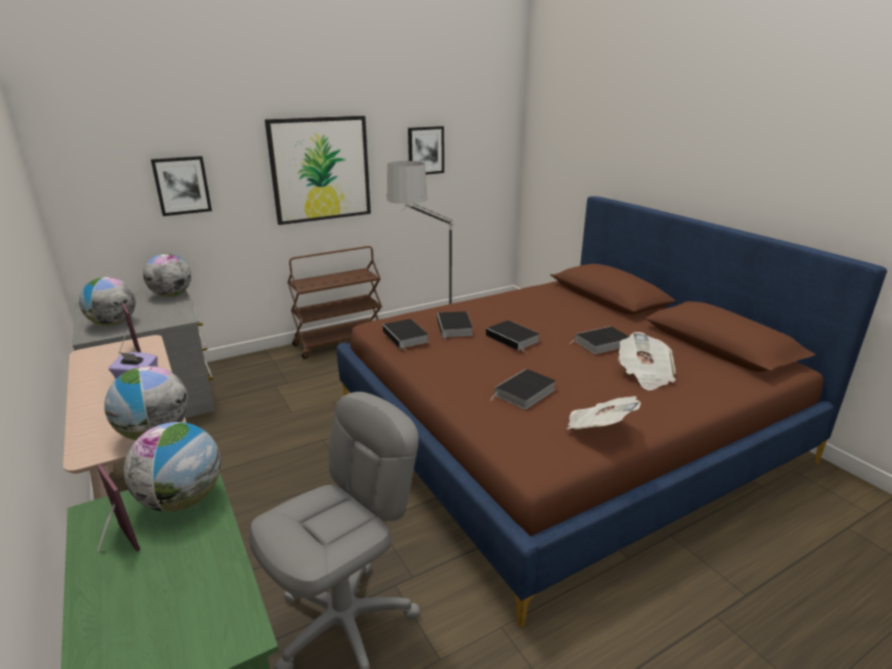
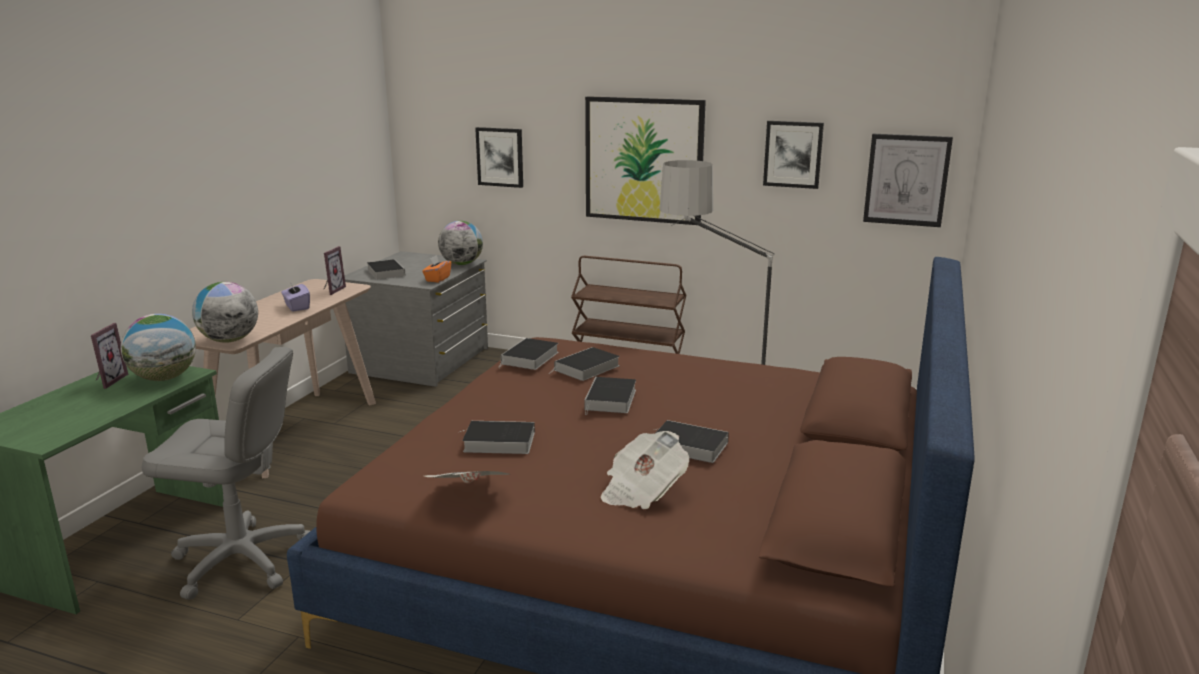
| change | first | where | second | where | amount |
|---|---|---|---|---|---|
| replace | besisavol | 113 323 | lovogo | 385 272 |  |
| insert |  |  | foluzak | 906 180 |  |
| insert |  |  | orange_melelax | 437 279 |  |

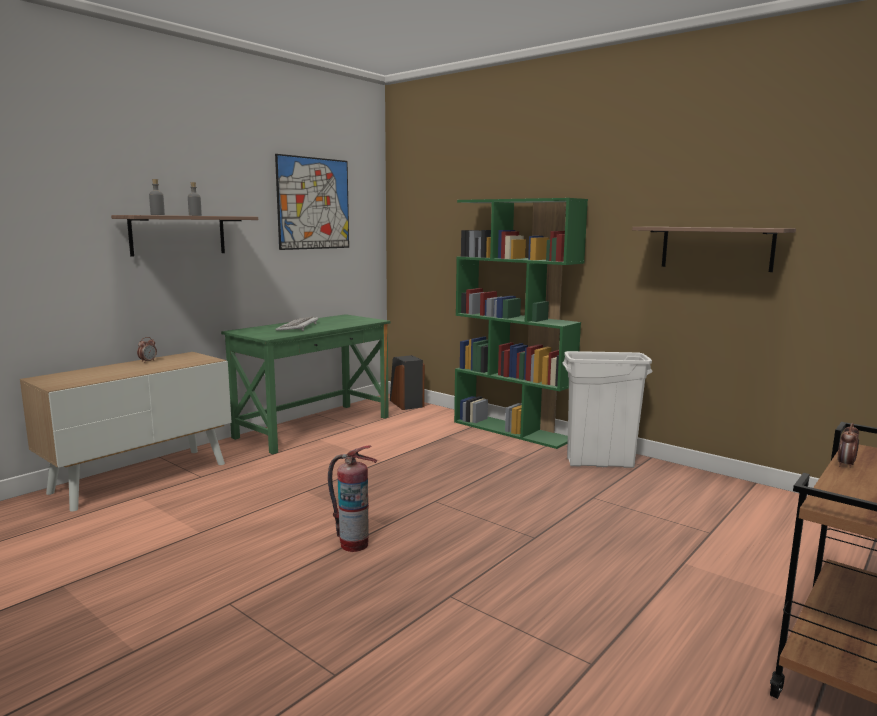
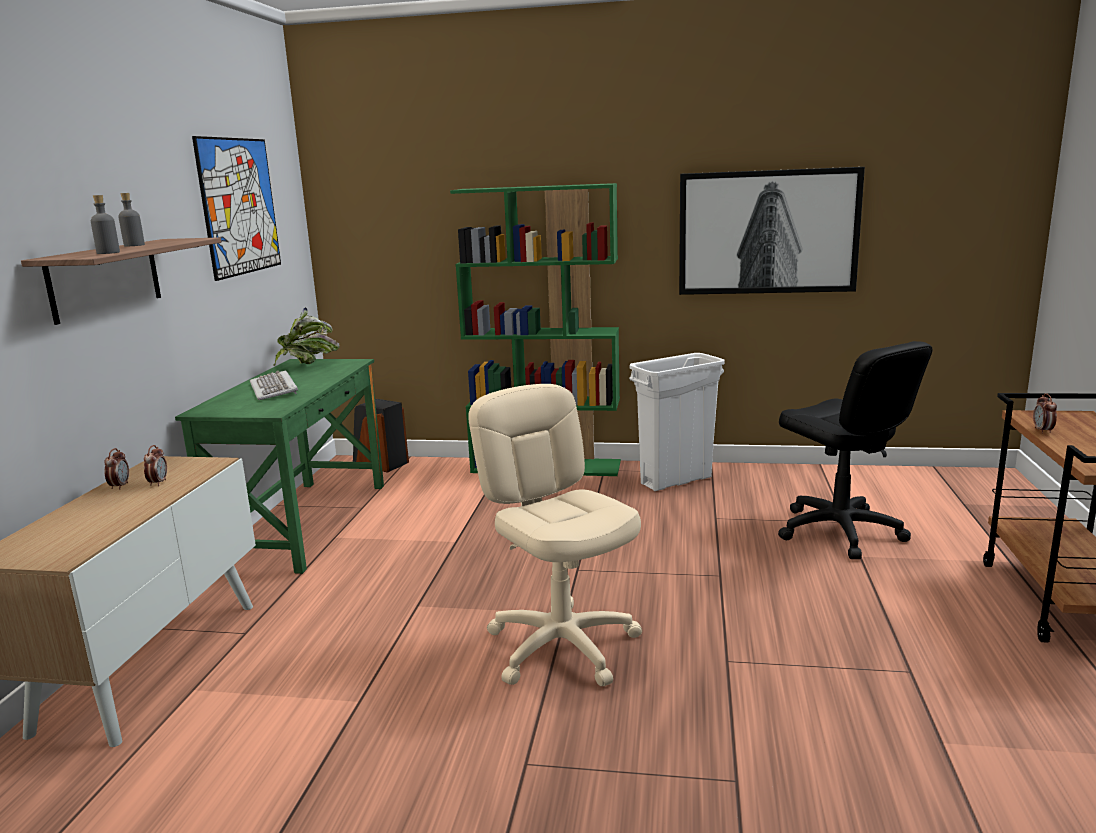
| change | first | where | second | where | amount |
|---|---|---|---|---|---|
| replace | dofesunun | 716 248 | foluzak | 768 232 |  |
| replace | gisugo | 354 544 | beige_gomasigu | 562 646 |  |
| insert |  |  | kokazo | 307 366 |  |
| insert |  |  | black_gomasigu | 839 531 |  |
| insert |  |  | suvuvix | 158 483 |  |

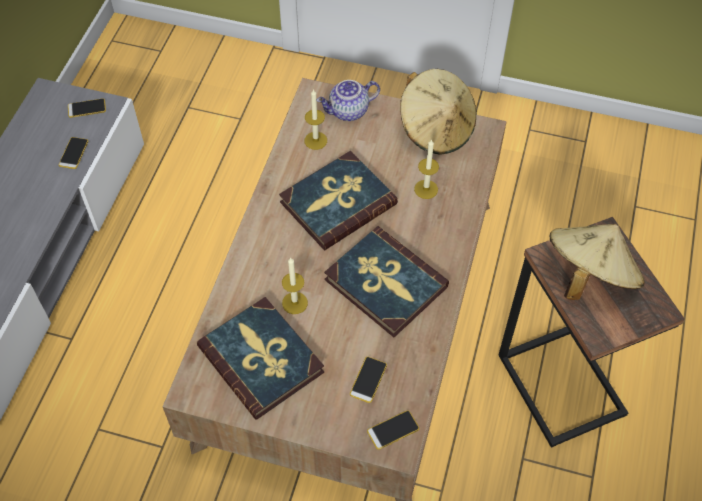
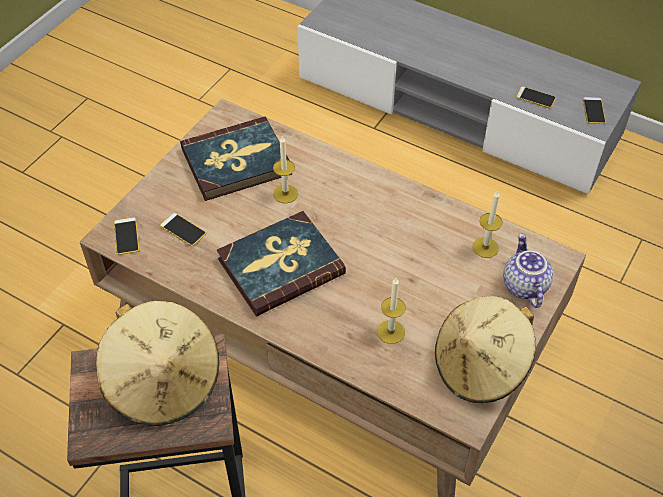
| change | first | where | second | where | amount |
|---|---|---|---|---|---|
| delete | lovogo | 337 203 |  |  |  |

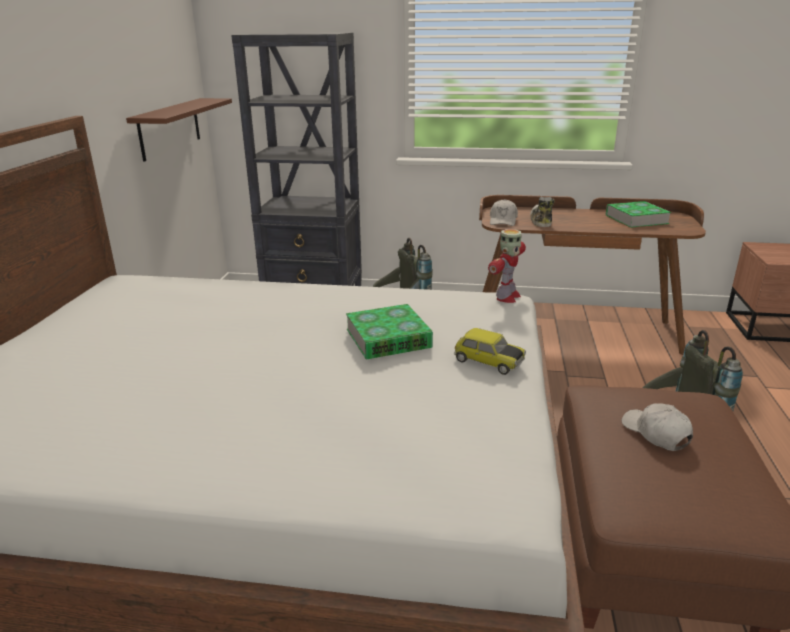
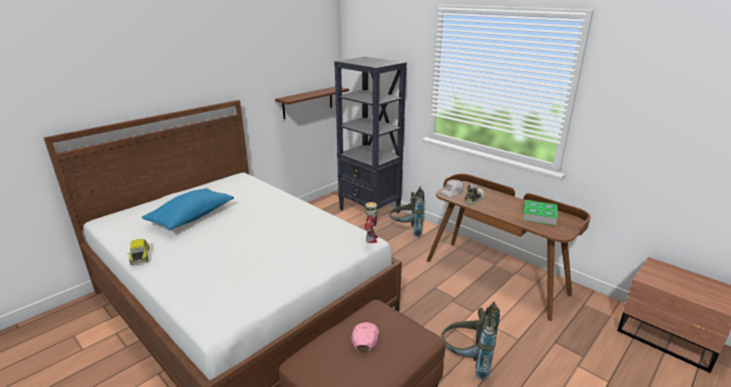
| change | first | where | second | where | amount |
|---|---|---|---|---|---|
| rotate | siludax | 507 297 |  | 371 239 | 60 degrees counterclockwise |
| delete | lovogo | 388 338 |  |  |  |
| move | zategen | 487 362 |  | 139 256 |  |
| recolor | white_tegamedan | 655 433 | pink_tegamedan | 365 339 |  |
| insert |  |  | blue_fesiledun | 191 217 |  |

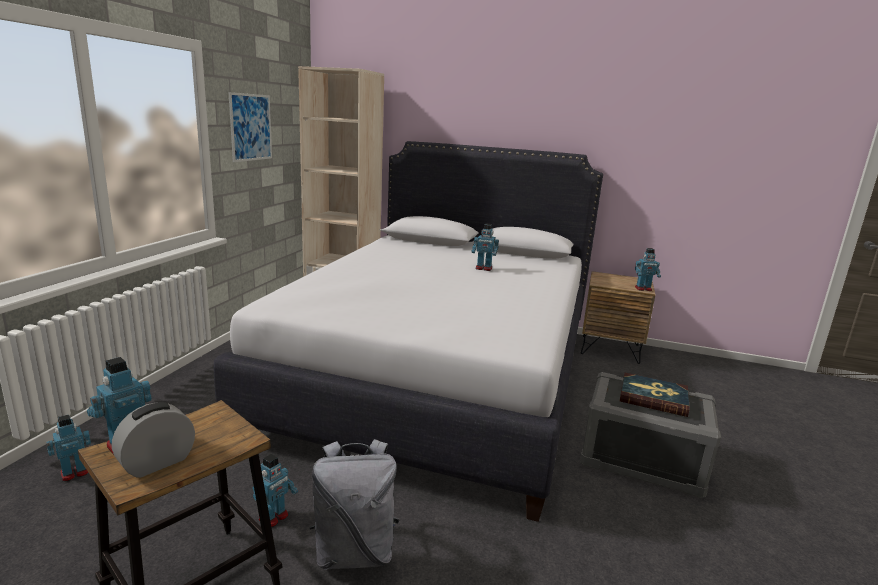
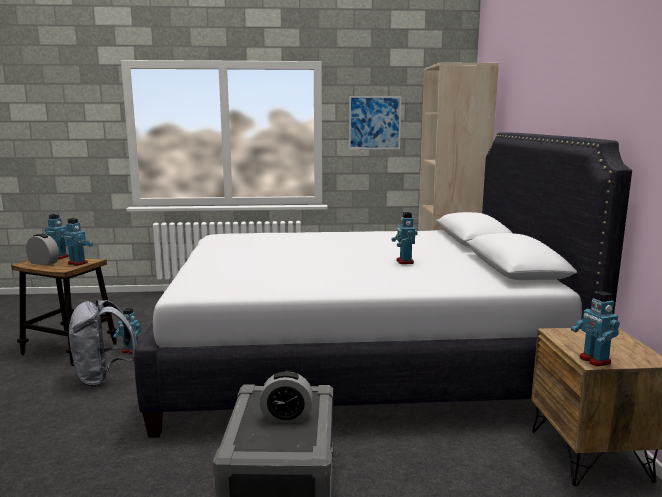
| change | first | where | second | where | amount |
|---|---|---|---|---|---|
| replace | lovogo | 653 397 | suvuvix | 286 417 |  |
| move | siludax | 74 473 |  | 78 263 |  |

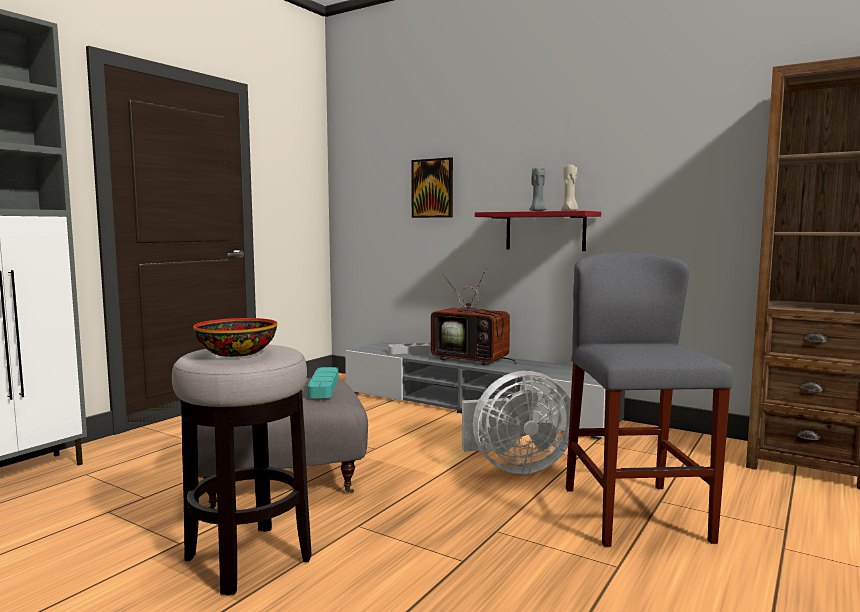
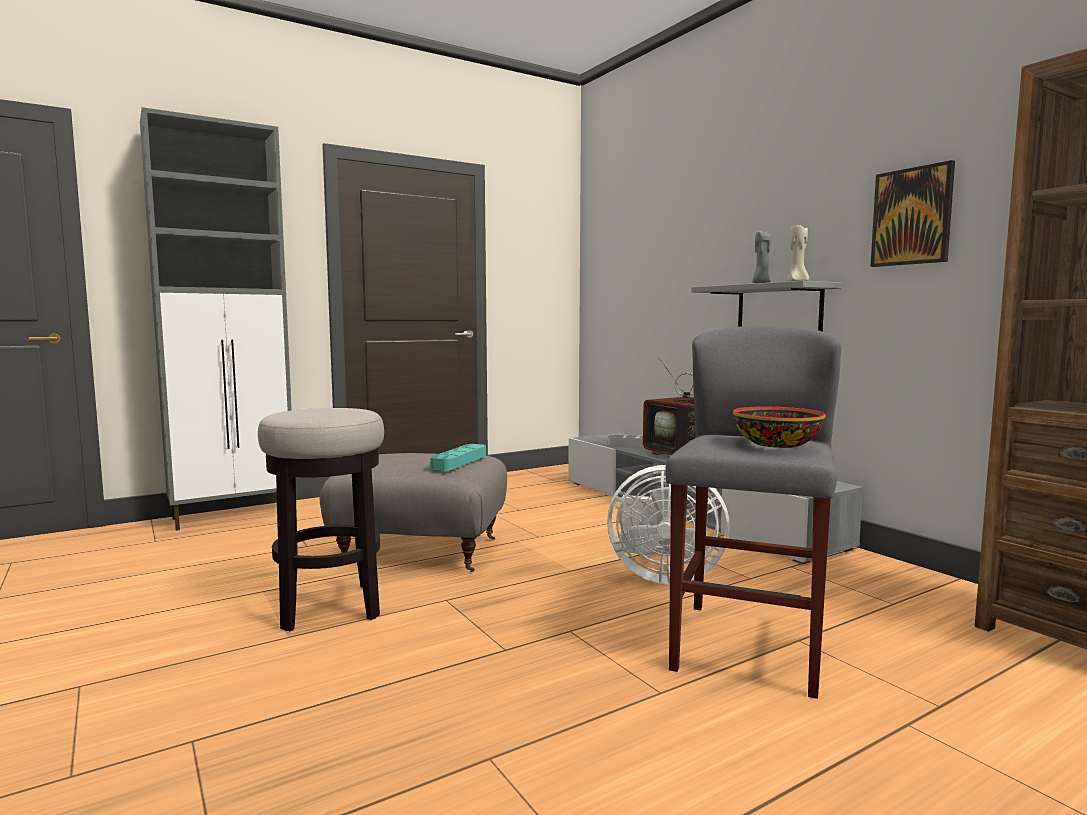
| change | first | where | second | where | amount |
|---|---|---|---|---|---|
| move | foluzak | 432 188 |  | 912 216 |  |
| recolor | red_dofesunun | 545 231 | grey_dofesunun | 779 308 |  |
| move | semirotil | 236 353 |  | 775 444 |  |

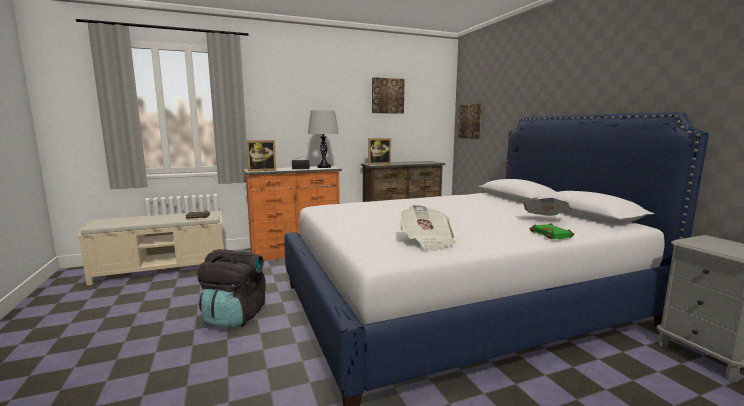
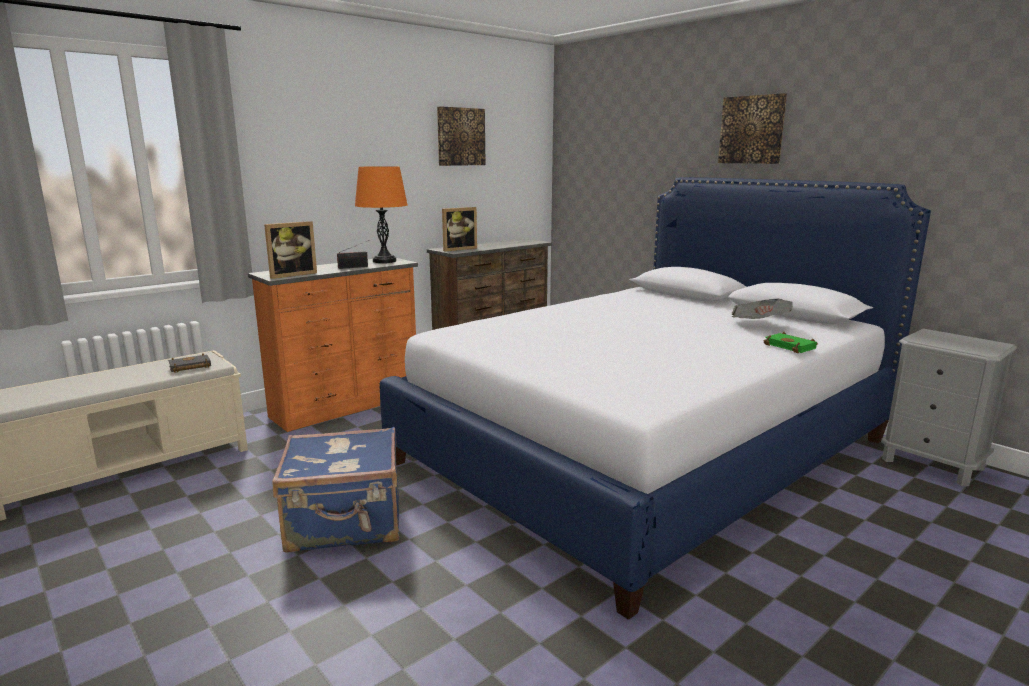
| change | first | where | second | where | amount |
|---|---|---|---|---|---|
| move | foluzak | 470 121 |  | 752 130 |  |
| recolor | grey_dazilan | 324 167 | orange_dazilan | 384 261 |  |
| delete | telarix | 426 242 |  |  |  |
| replace | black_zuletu | 235 317 | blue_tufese | 346 523 |  |

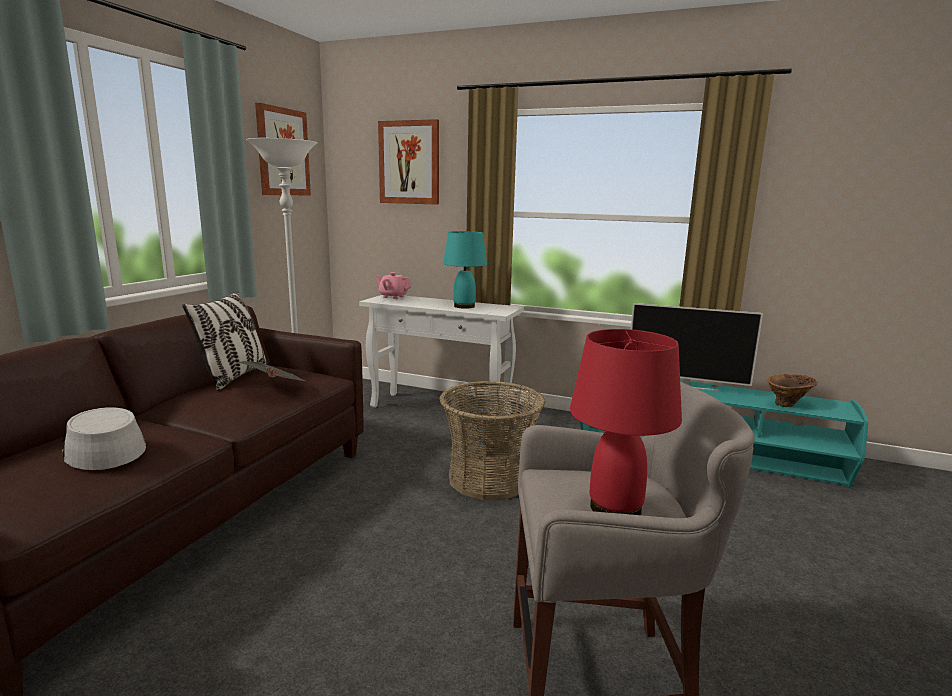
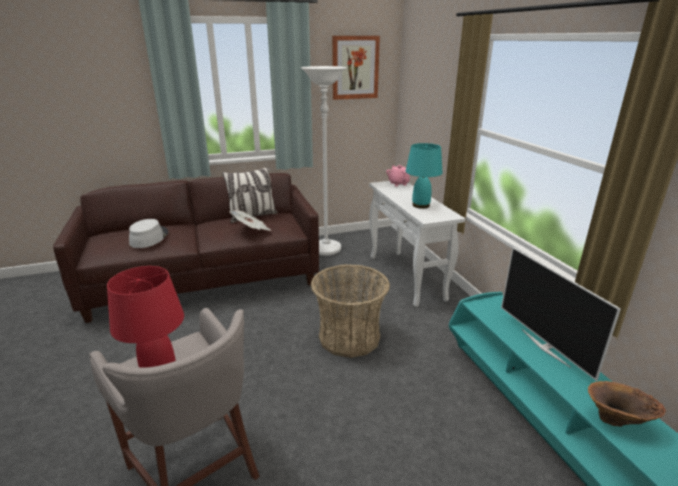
| change | first | where | second | where | amount |
|---|---|---|---|---|---|
| delete | foluzak | 409 163 |  |  |  |

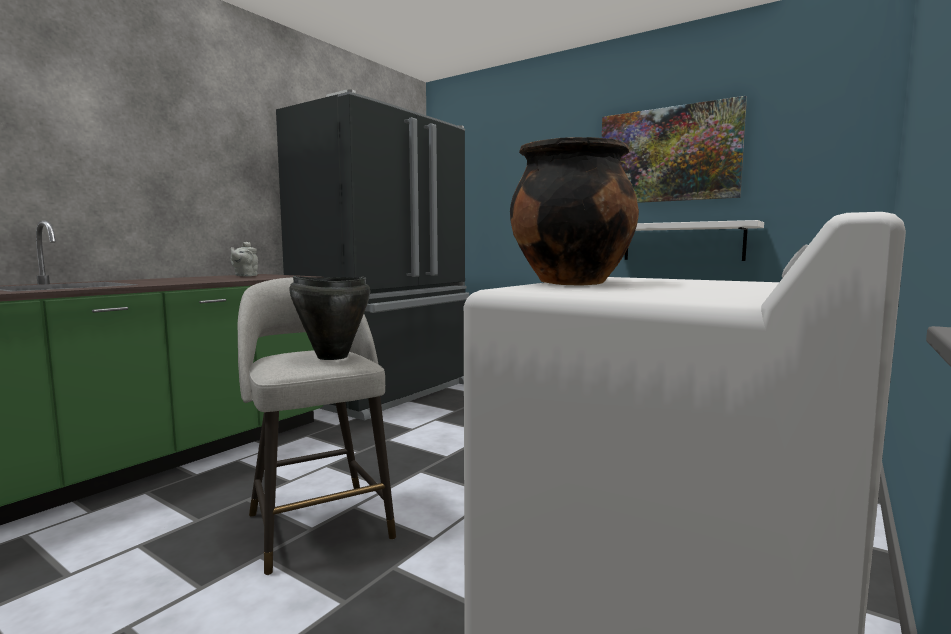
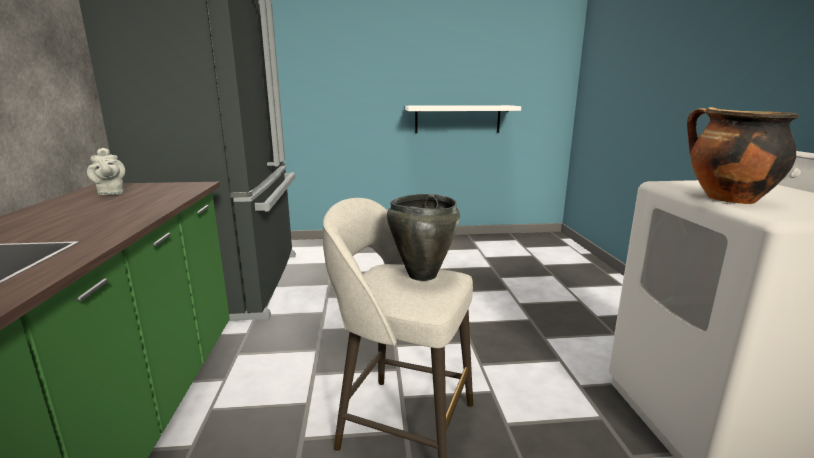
| change | first | where | second | where | amount |
|---|---|---|---|---|---|
| delete | foluzak | 668 155 |  |  |  |

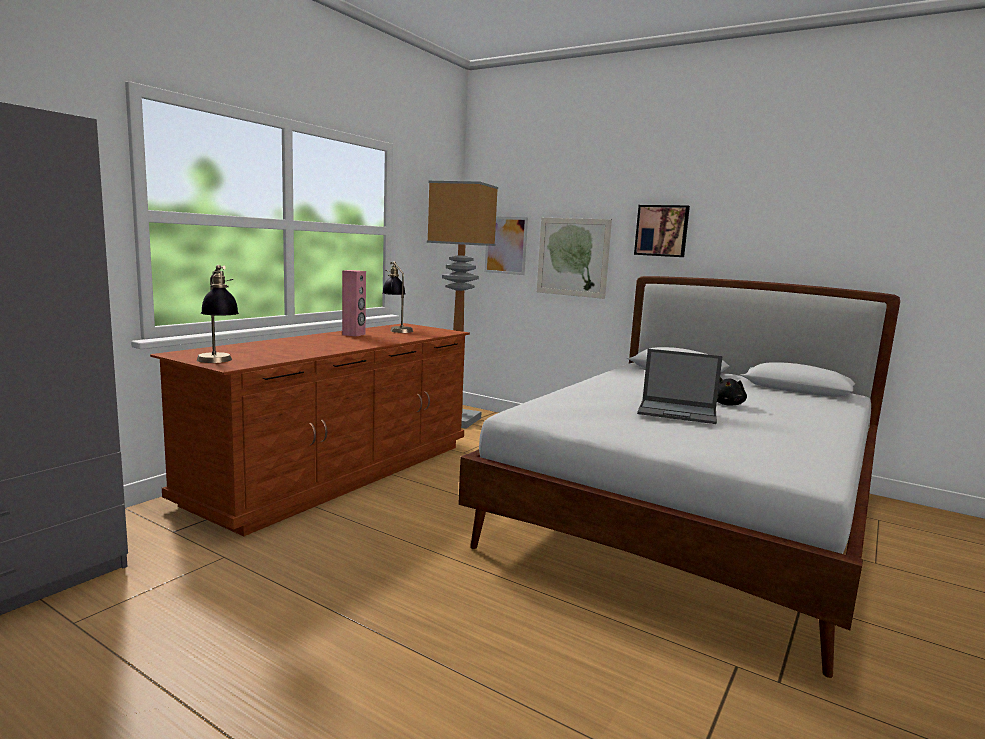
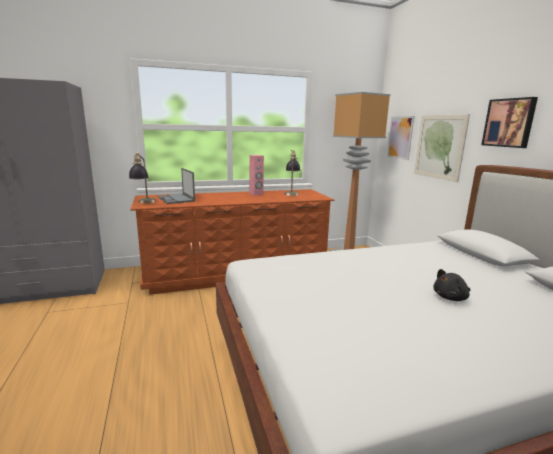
| change | first | where | second | where | amount |
|---|---|---|---|---|---|
| move | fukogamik | 678 412 |  | 176 199 |  |

